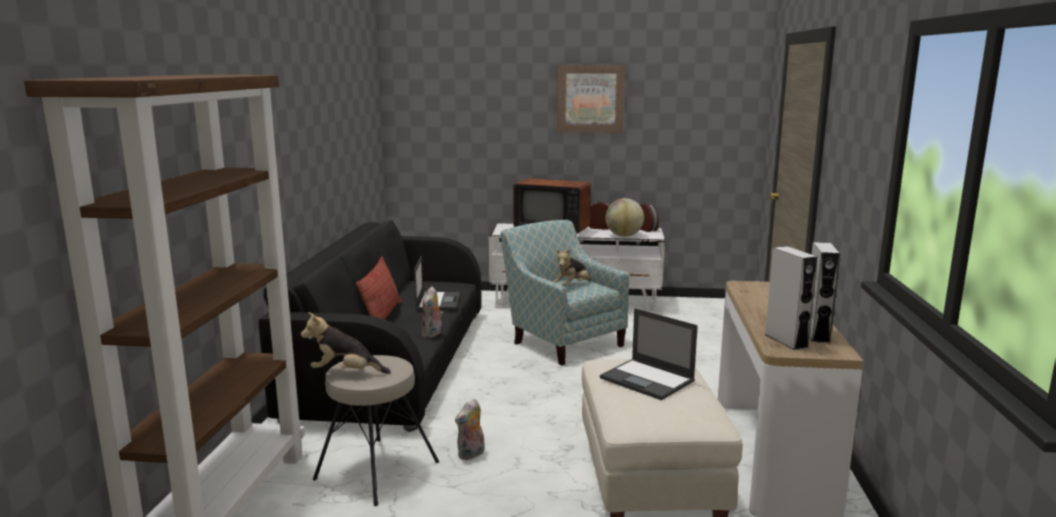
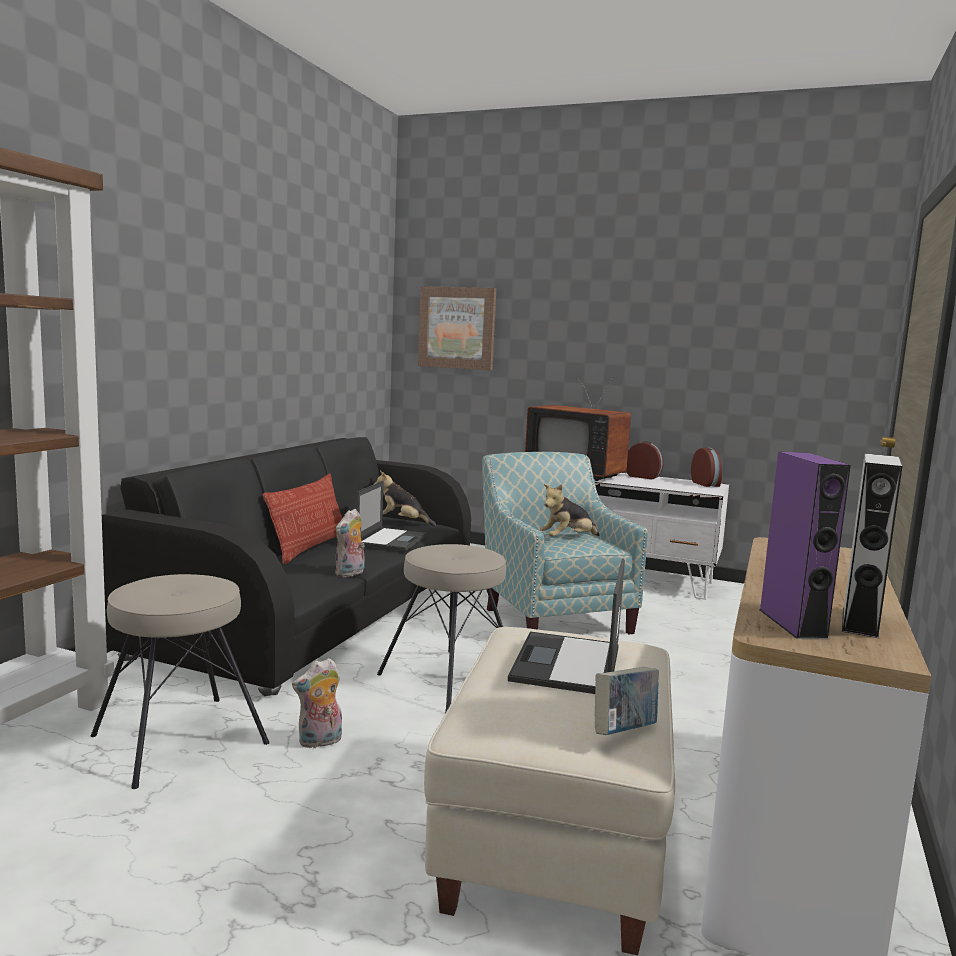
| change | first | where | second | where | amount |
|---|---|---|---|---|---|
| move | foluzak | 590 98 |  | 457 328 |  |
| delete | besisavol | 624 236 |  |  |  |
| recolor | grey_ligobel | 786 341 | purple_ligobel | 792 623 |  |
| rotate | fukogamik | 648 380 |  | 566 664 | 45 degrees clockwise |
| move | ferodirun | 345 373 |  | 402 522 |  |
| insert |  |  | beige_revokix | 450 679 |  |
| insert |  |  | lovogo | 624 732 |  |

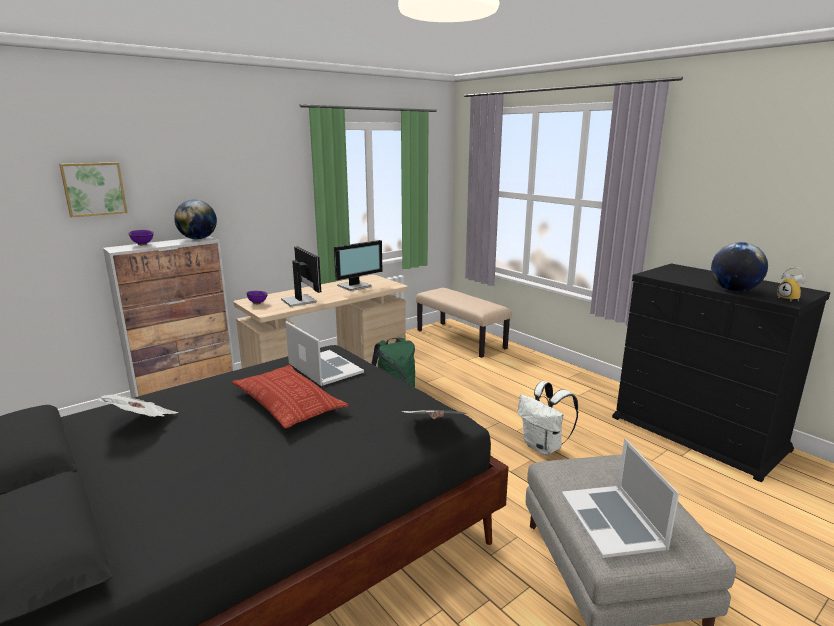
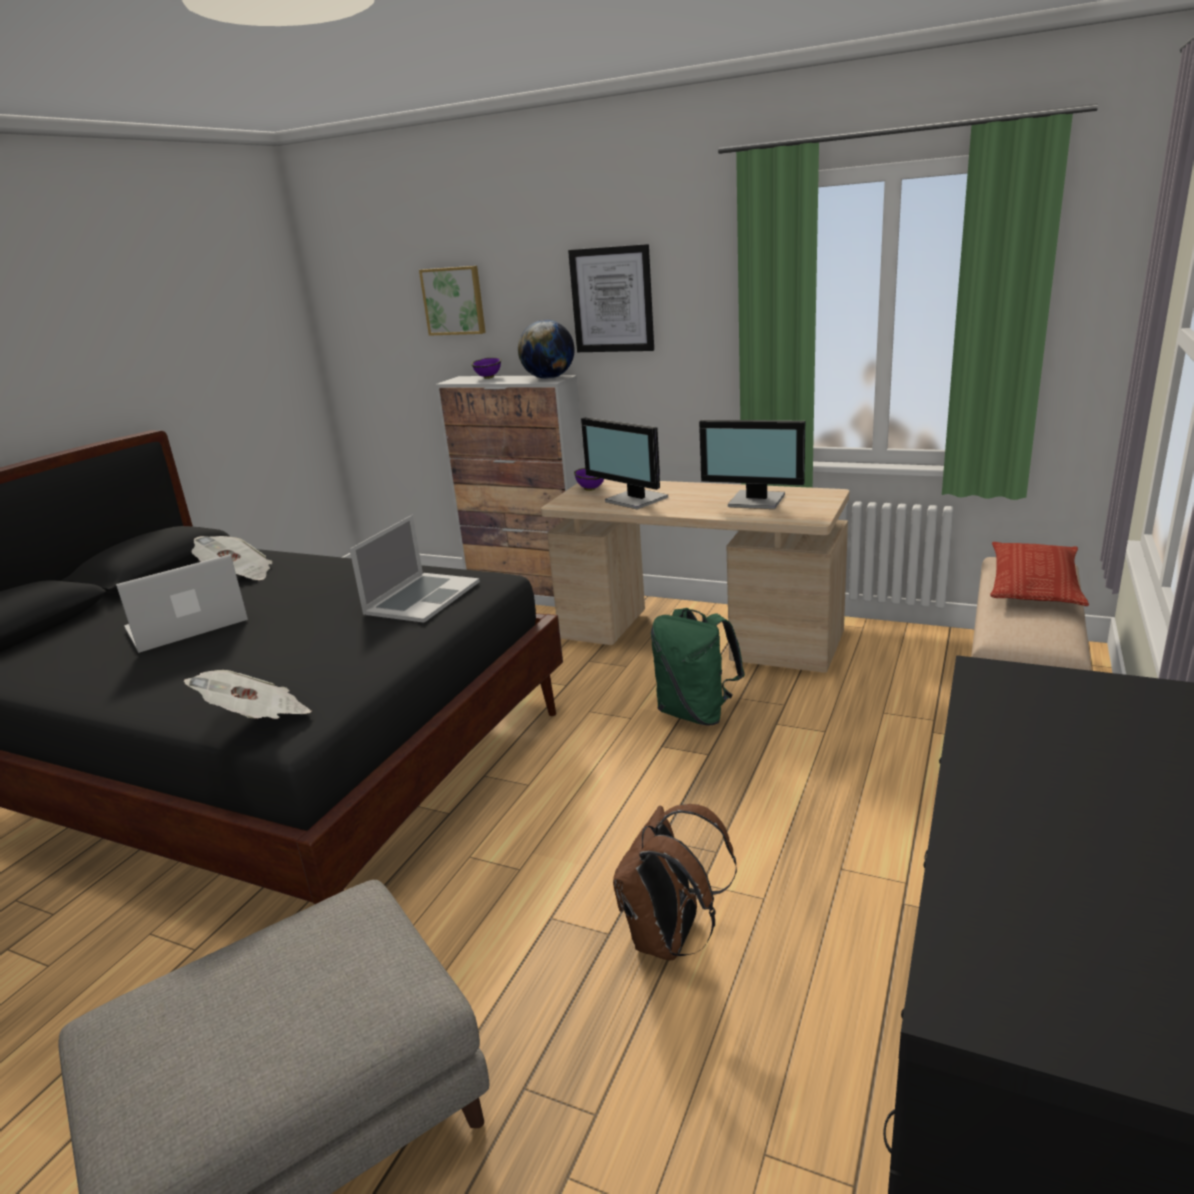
| change | first | where | second | where | amount |
|---|---|---|---|---|---|
| delete | besisavol | 734 290 |  |  |  |
| rotate | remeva | 300 300 |  | 635 500 | 105 degrees clockwise |
| delete | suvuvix | 790 299 |  |  |  |
| move | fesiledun | 288 402 |  | 1034 583 |  |
| recolor | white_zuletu | 544 447 | brown_zuletu | 670 939 |  |
| move | fukogamik | 612 520 |  | 187 625 |  |
| insert |  |  | foluzak | 612 300 |  |

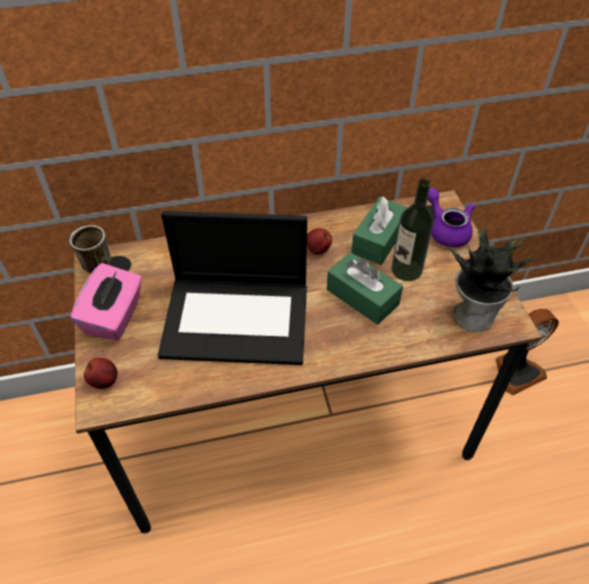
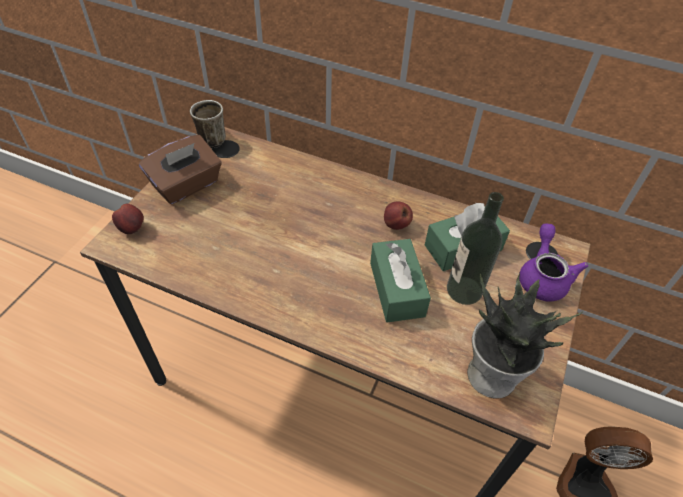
| change | first | where | second | where | amount |
|---|---|---|---|---|---|
| delete | fukogamik | 238 319 |  |  |  |
| recolor | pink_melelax | 115 316 | brown_melelax | 186 185 |  |

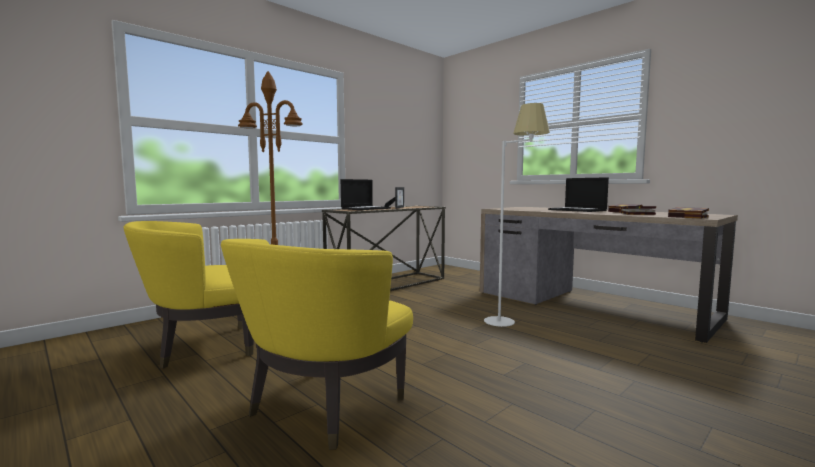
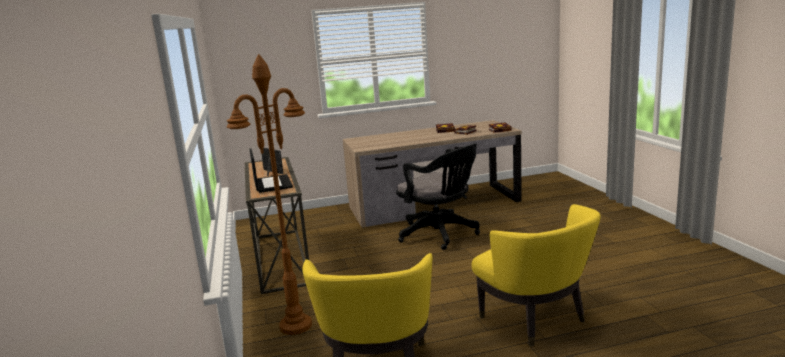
| change | first | where | second | where | amount |
|---|---|---|---|---|---|
| replace | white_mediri | 513 321 | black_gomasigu | 441 234 |  |
| delete | fukogamik | 578 210 |  |  |  |

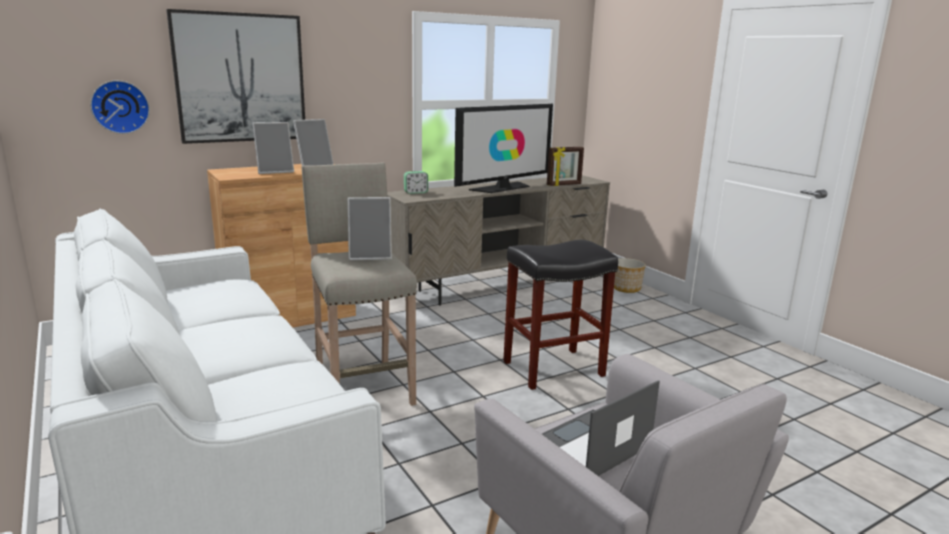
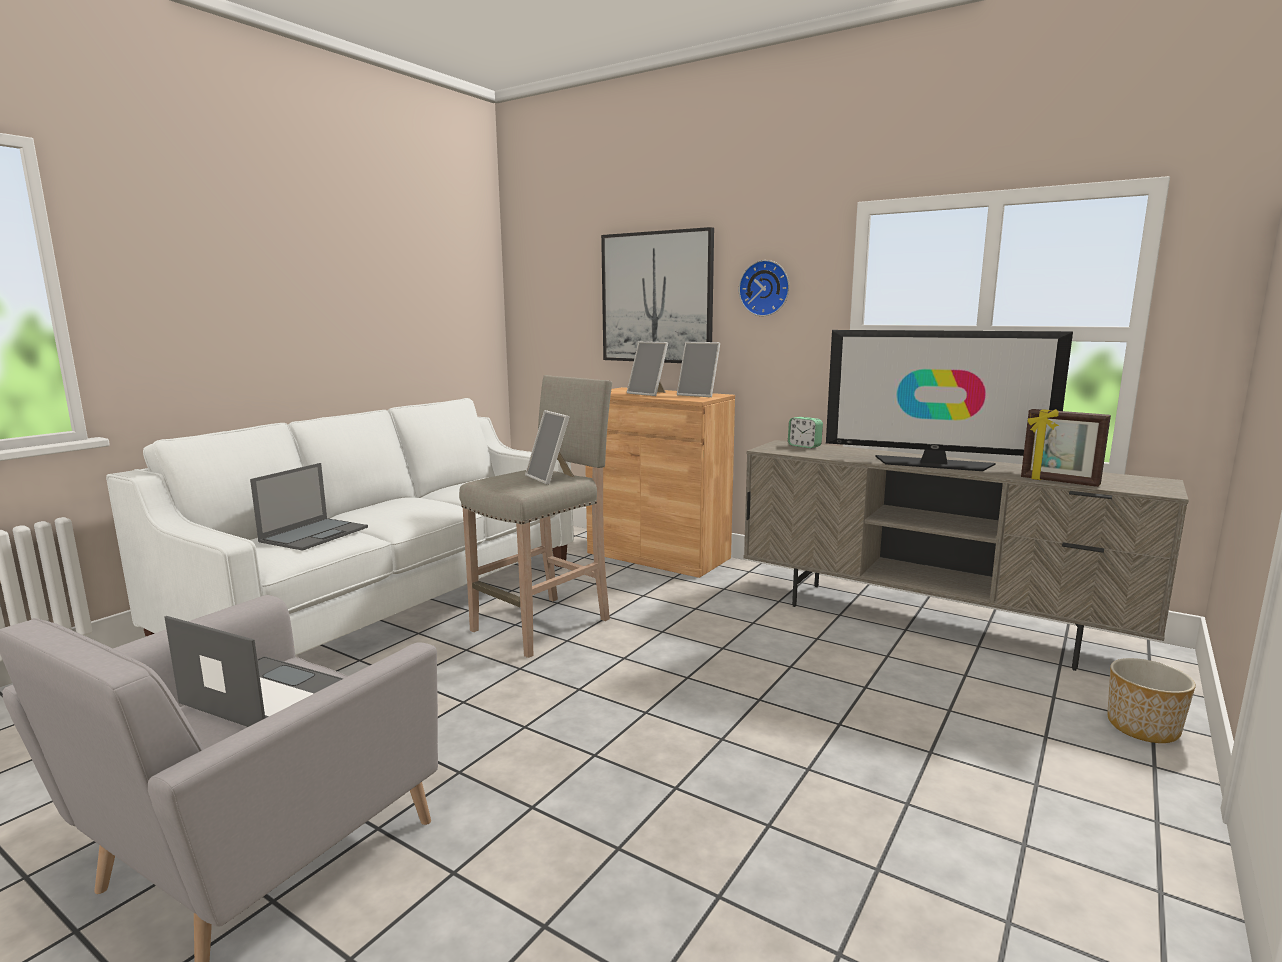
| change | first | where | second | where | amount |
|---|---|---|---|---|---|
| move | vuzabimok | 120 107 |  | 765 288 |  |
| delete | black_revokix | 554 368 |  |  |  |
| insert |  |  | fukogamik | 315 534 |  |

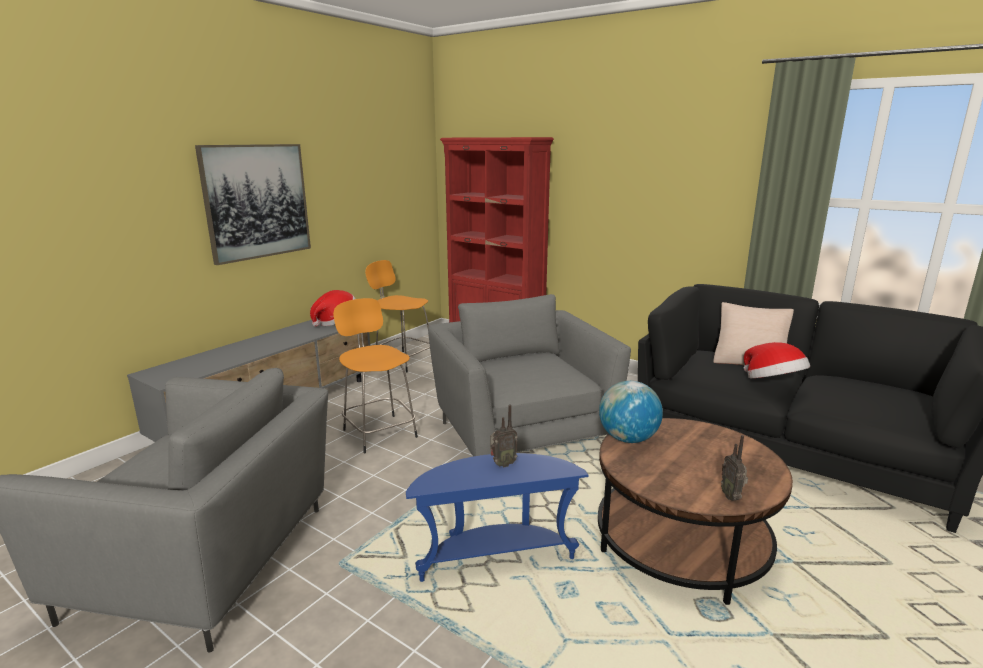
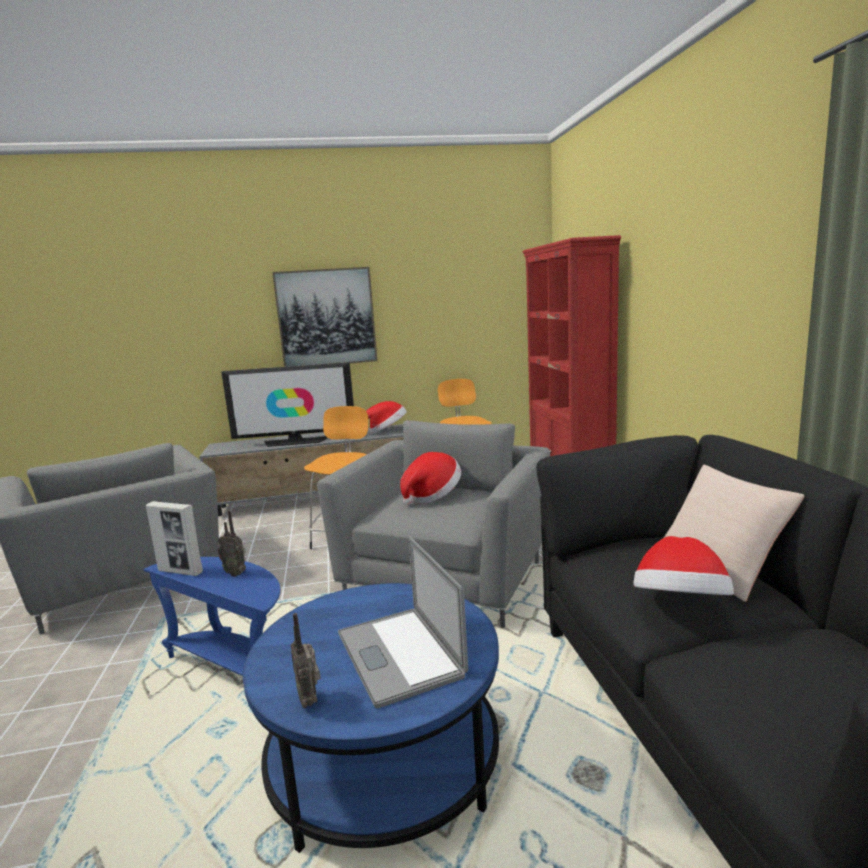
| change | first | where | second | where | amount |
|---|---|---|---|---|---|
| delete | besisavol | 628 439 |  |  |  |
| recolor | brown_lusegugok | 681 542 | blue_lusegugok | 384 759 |  |
| rotate | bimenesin | 731 496 |  | 310 700 | 60 degrees counterclockwise |
| insert |  |  | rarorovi | 295 442 |  |
| insert |  |  | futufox | 432 496 |  |
| insert |  |  | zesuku | 180 571 |  |
| insert |  |  | fukogamik | 399 654 |  |

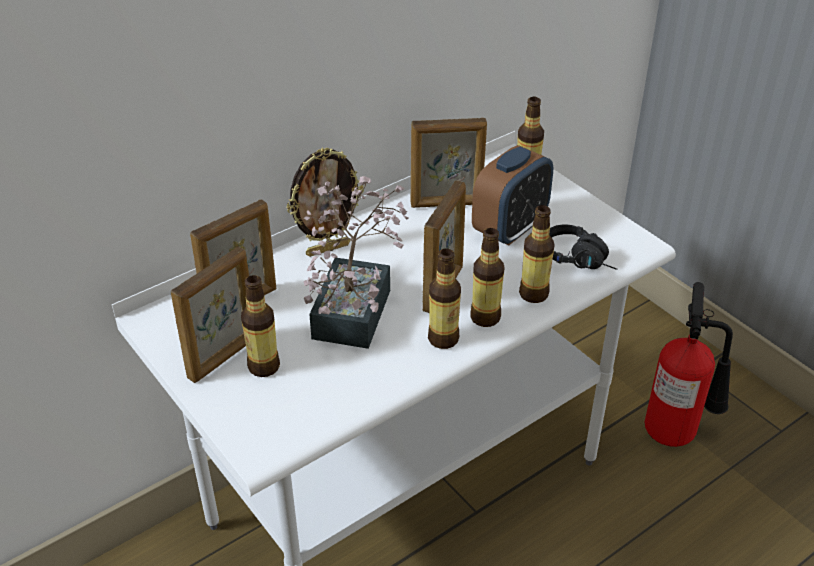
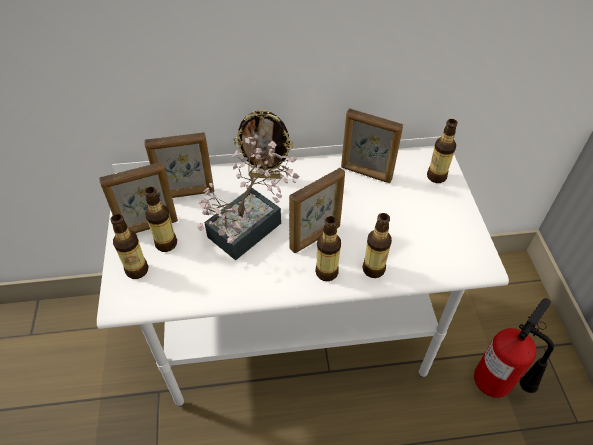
| change | first | where | second | where | amount |
|---|---|---|---|---|---|
| delete | suvuvix | 510 229 |  |  |  |
| delete | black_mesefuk | 581 260 |  |  |  |
| move | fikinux | 443 339 |  | 137 270 |  |

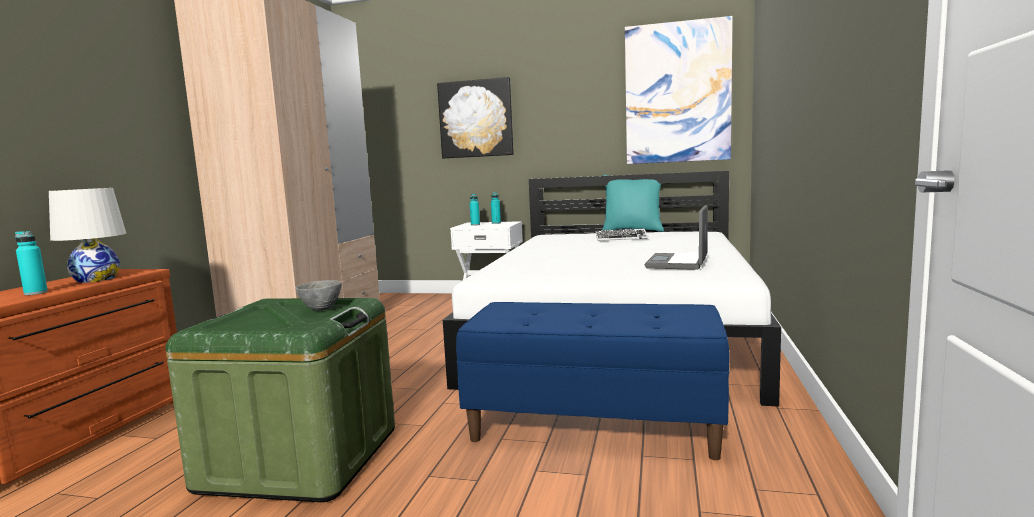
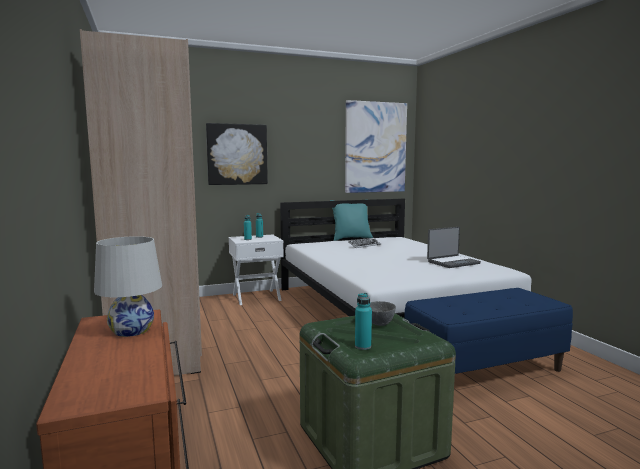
| change | first | where | second | where | amount |
|---|---|---|---|---|---|
| rotate | fukogamik | 678 263 |  | 452 262 | 105 degrees counterclockwise |
| move | turquoise_fikinux | 36 293 |  | 363 346 |  |

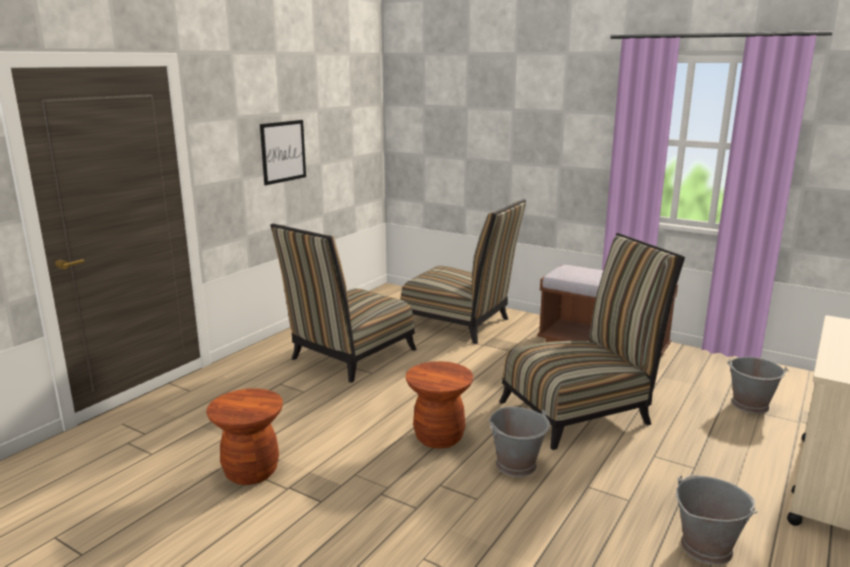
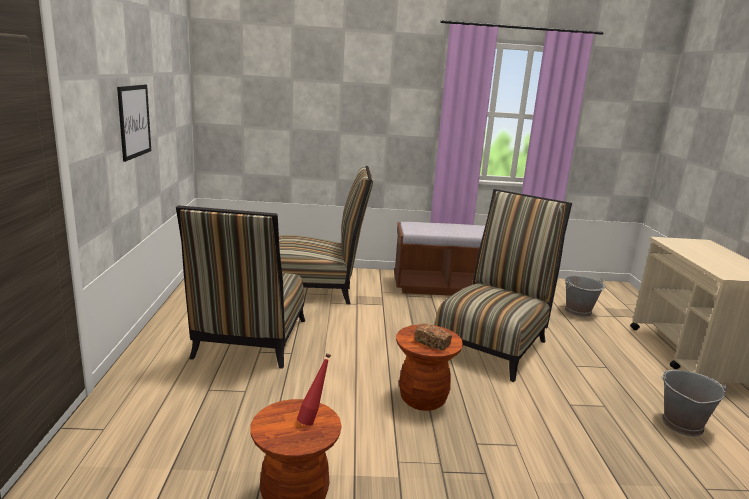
| change | first | where | second | where | amount |
|---|---|---|---|---|---|
| delete | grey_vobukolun | 517 465 |  |  |  |
| insert |  |  | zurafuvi | 432 343 |  |
| insert |  |  | red_fikinux | 313 420 |  |

